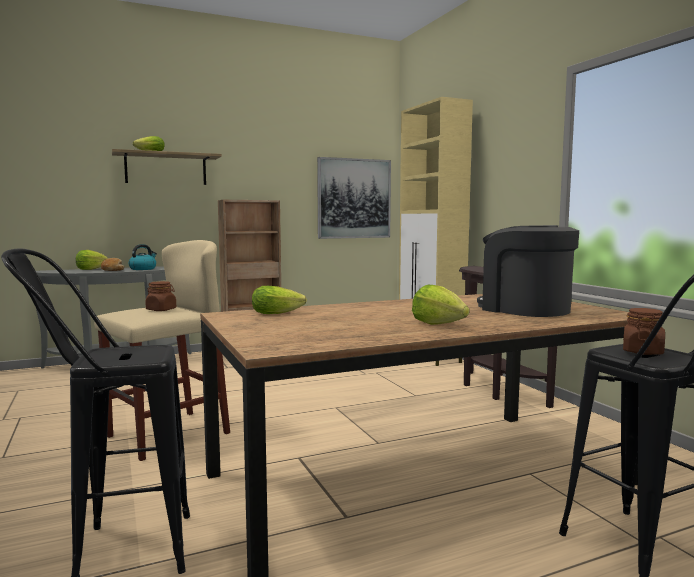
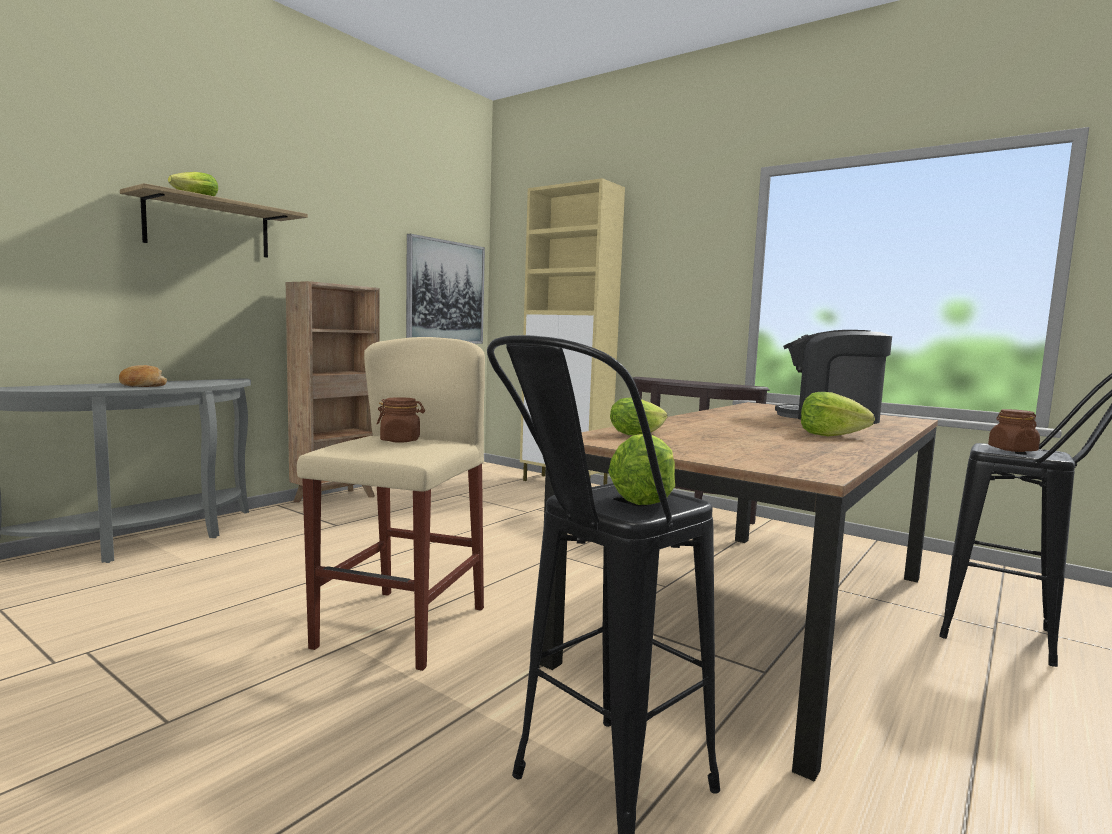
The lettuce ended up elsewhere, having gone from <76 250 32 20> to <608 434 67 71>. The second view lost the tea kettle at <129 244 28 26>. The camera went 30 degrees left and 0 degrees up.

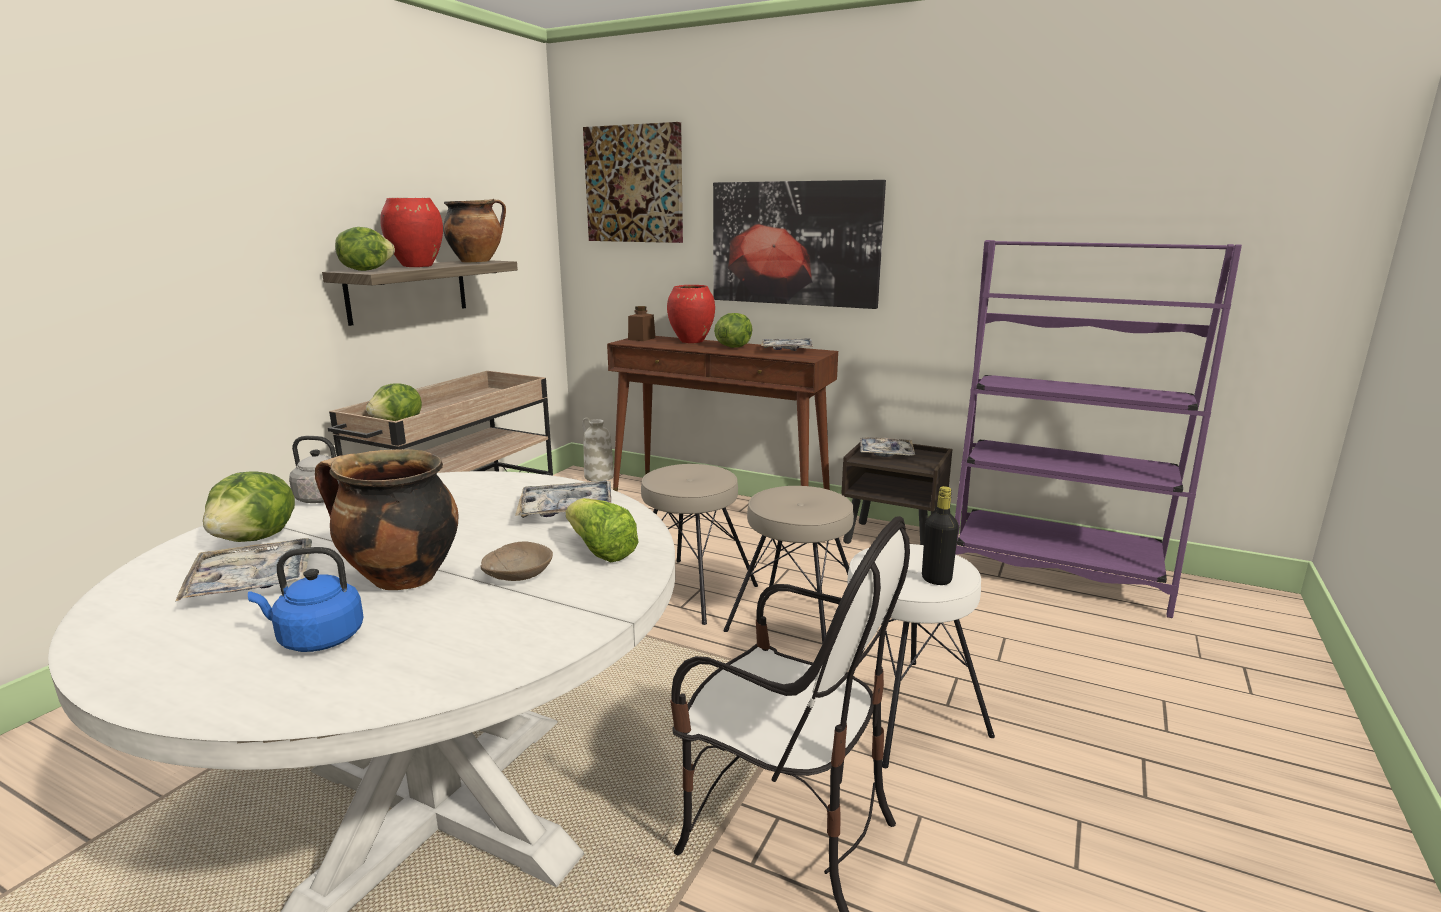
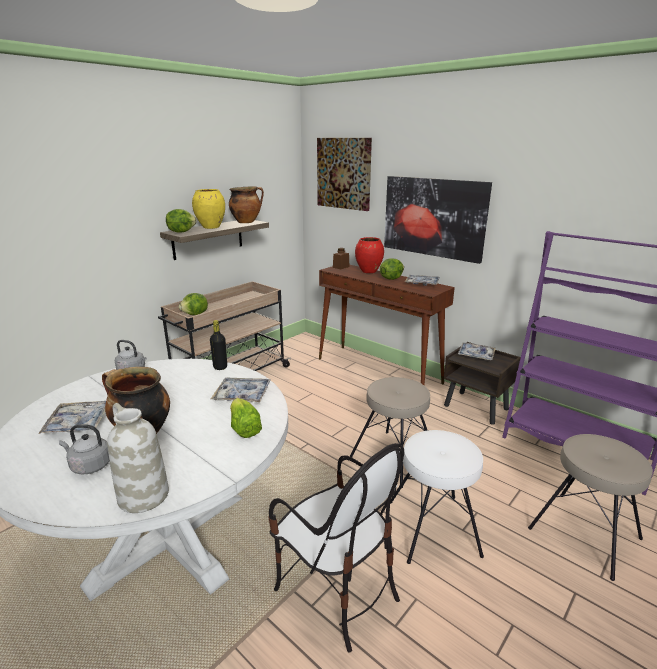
What was the blue-coloured tea kettle at <248 547 116 105> turned into the greyish tea kettle at <59 425 51 49>. The white-coloured flower vase ended up elsewhere, having gone from <582 417 32 65> to <107 403 62 110>. What was the red-coloured flower vase at <380 198 63 69> turned into the yellow flower vase at <192 189 33 40>. The black beverage bottle ended up elsewhere, having gone from <922 486 37 99> to <210 320 17 50>. The beige-coloured stool seat ended up elsewhere, having gone from <641 464 117 161> to <528 434 125 147>. The second view lost the lettuce at <203 471 92 71>. The second view lost the beige-coloured deep dish at <480 542 73 39>. The camera went 15 degrees right and 5 degrees up.

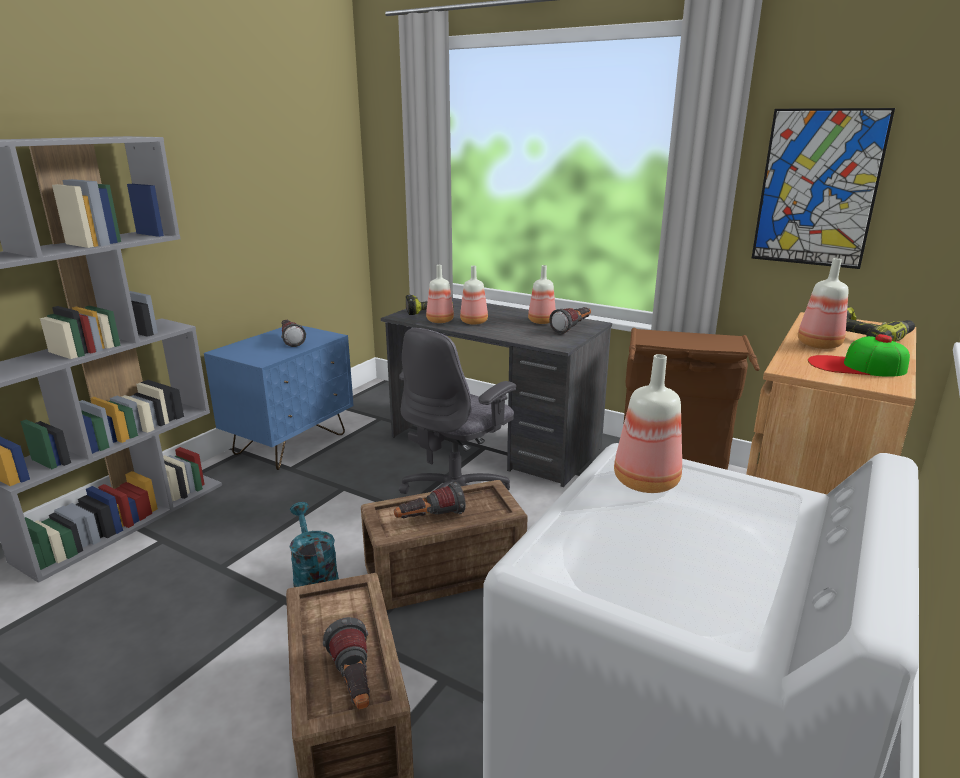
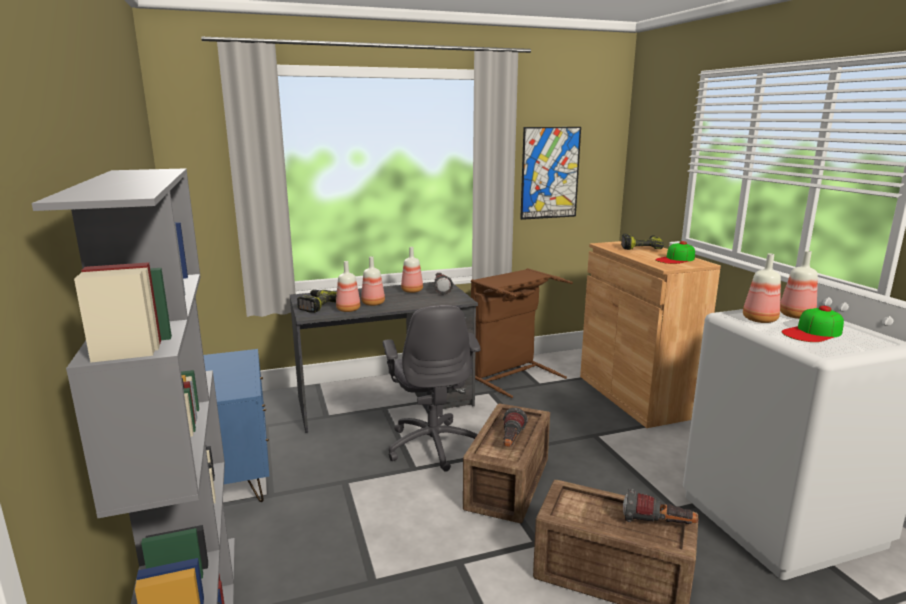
The beverage bottle ended up elsewhere, having gone from <798 258 51 91> to <780 251 38 68>. The second view gained the baseball cap at <782 306 62 36>. The second view lost the torch at <281 320 25 27>. The second view lost the turquoise-coloured watering can at <290 502 49 85>. The camera went 50 degrees left and 5 degrees down.

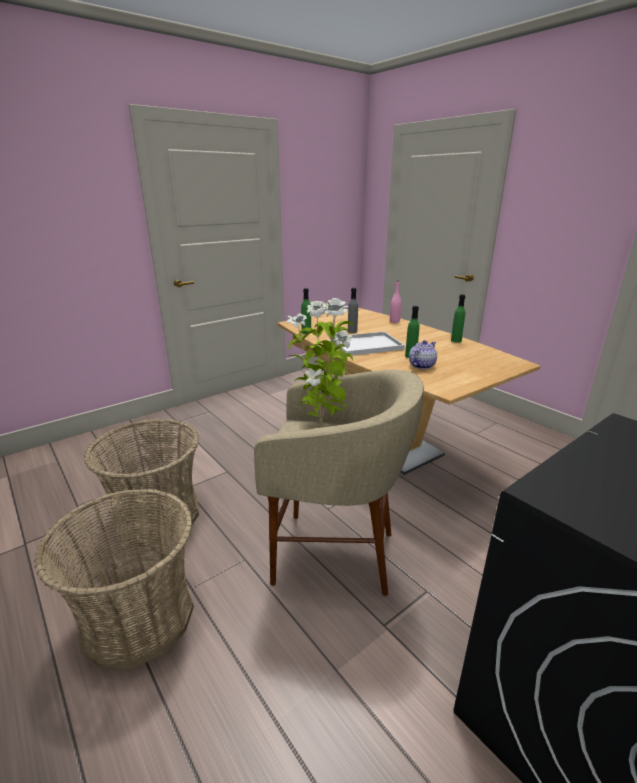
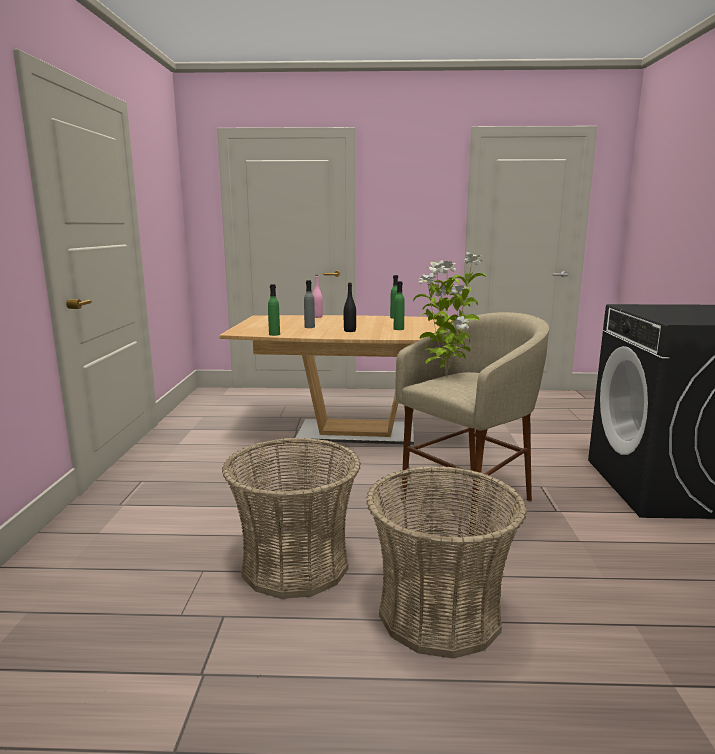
Where the white-coloured carrying tray stood at <330 331 75 24>, the black beverage bottle came to stand at <344 282 12 50>. The second view lost the pot for tea at <409 340 28 29>. The camera went 50 degrees left and 10 degrees down.

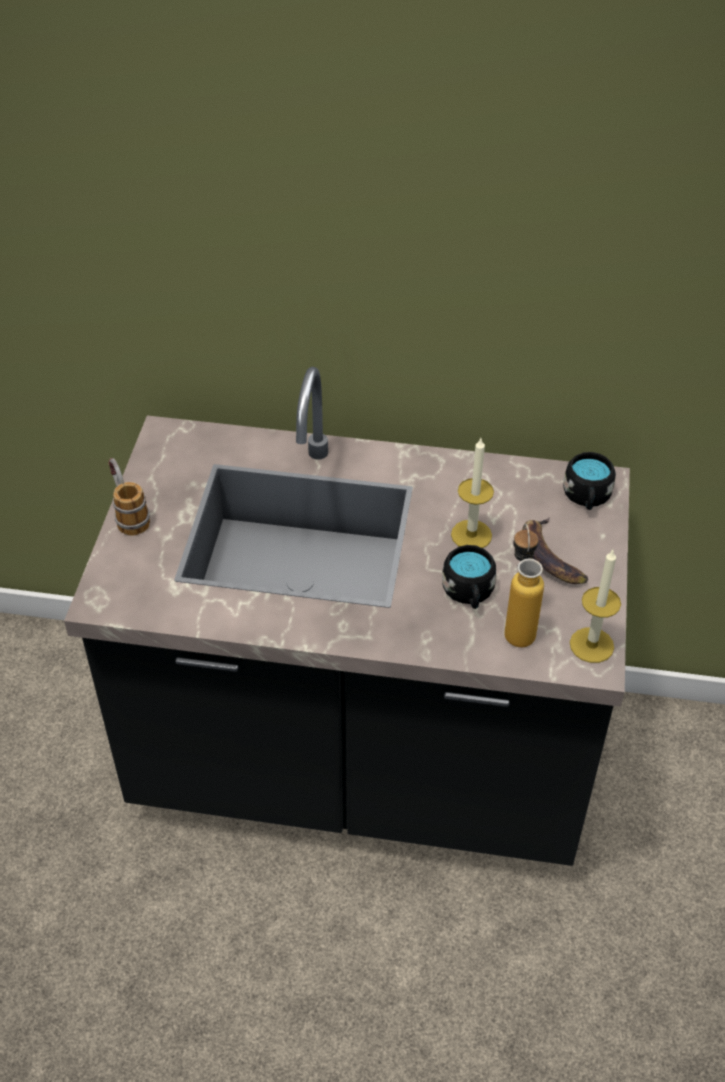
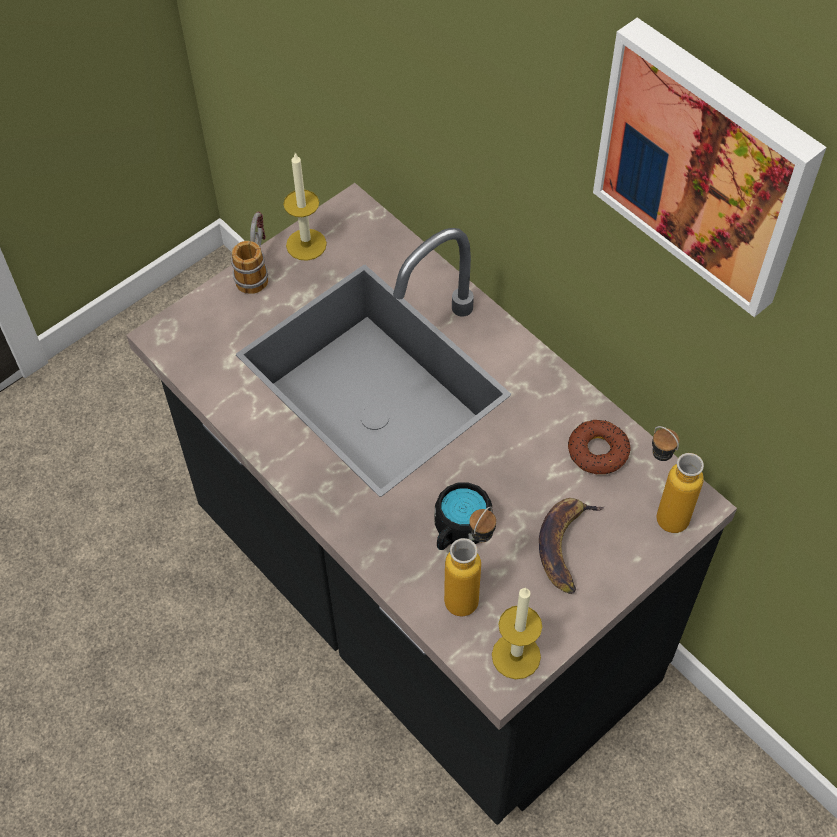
The wax light ended up elsewhere, having gone from <451 438 43 110> to <283 153 44 108>. The second view gained the doughnut at <568 420 63 54>. The second view gained the wall art at <593 17 234 300>. Where the black tea mug stood at <563 452 53 58>, the beverage bottle came to stand at <652 426 52 107>. The camera went 40 degrees right and 10 degrees up.

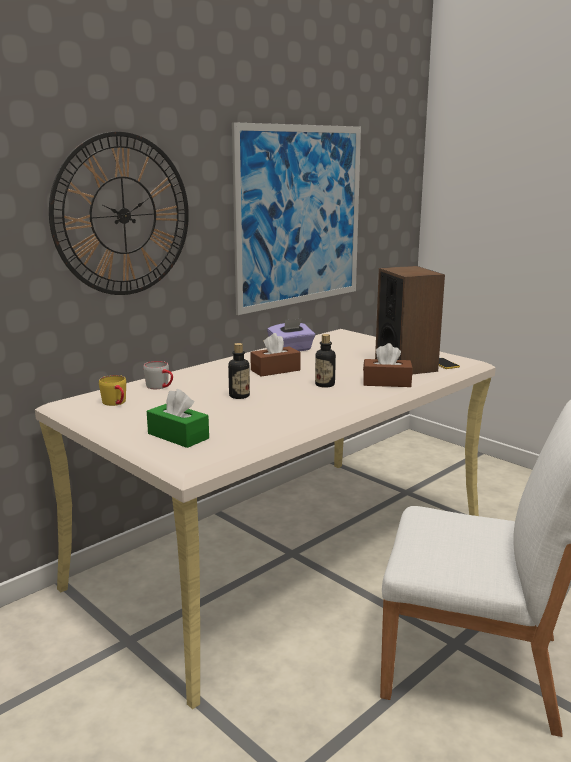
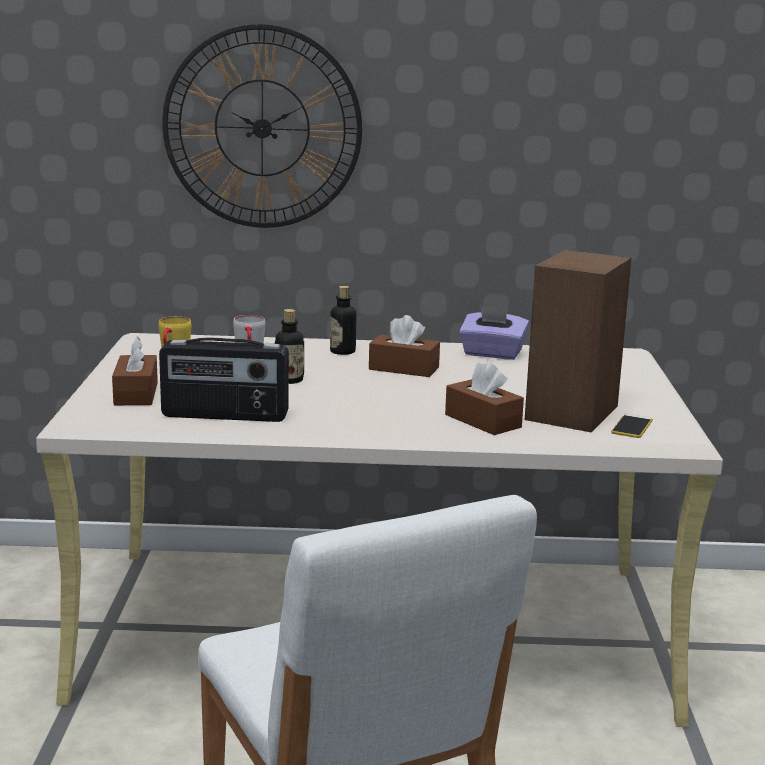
What was the green tissue holder at <147 389 62 59> turned into the brownish tissue holder at <112 337 46 68>. The second view gained the radio at <159 338 130 84>. The beverage bottle ended up elsewhere, having gone from <315 334 21 54> to <330 286 26 69>. The second view lost the wall art at <232 122 129 193>. The camera went 45 degrees right and 0 degrees up.

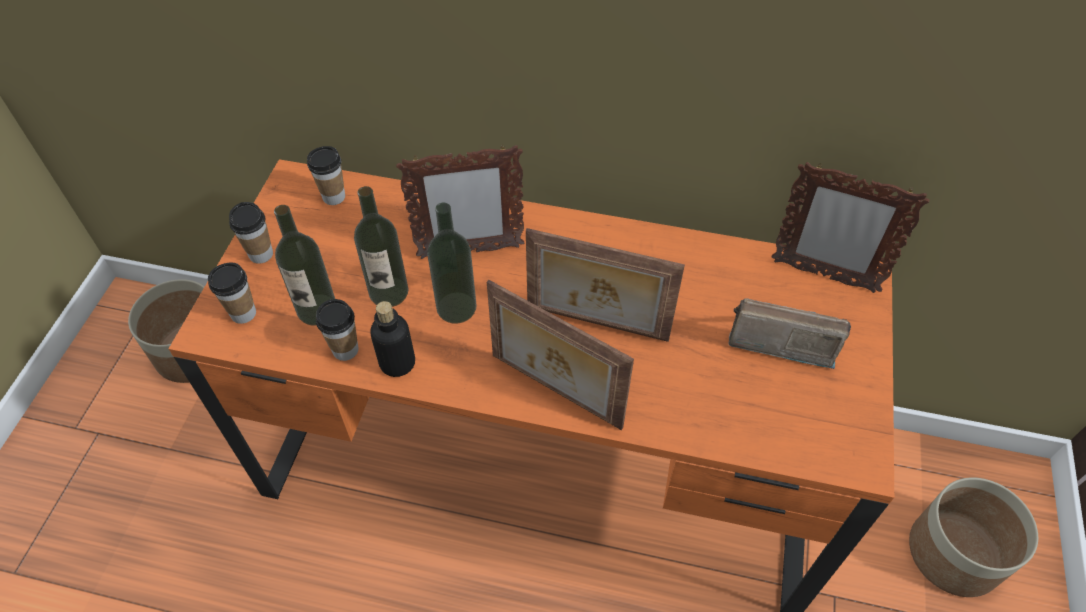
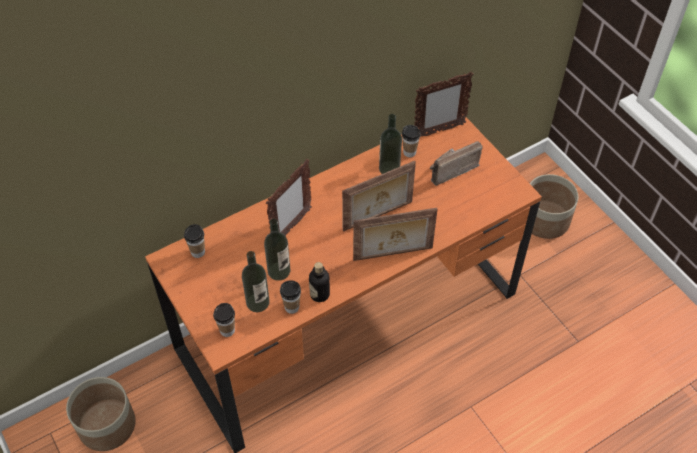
The beverage bottle ended up elsewhere, having gone from <427 203 49 121> to <379 114 23 60>. The small cup ended up elsewhere, having gone from <229 202 44 62> to <402 125 19 32>. The camera went 45 degrees left and 0 degrees up.

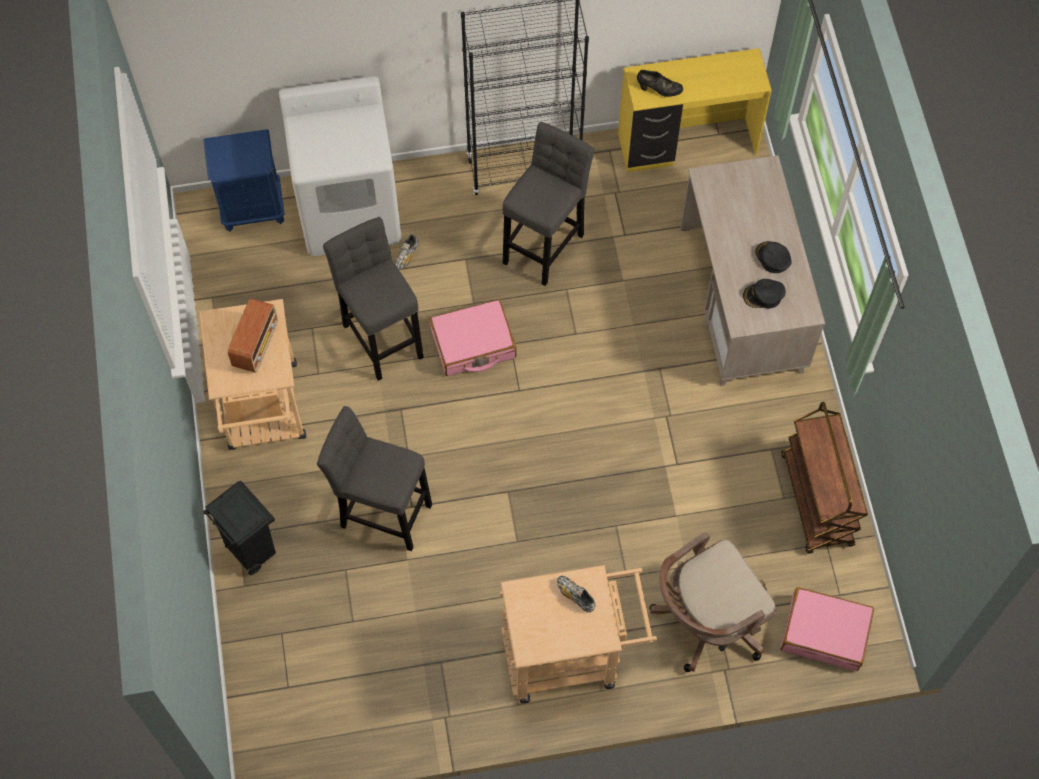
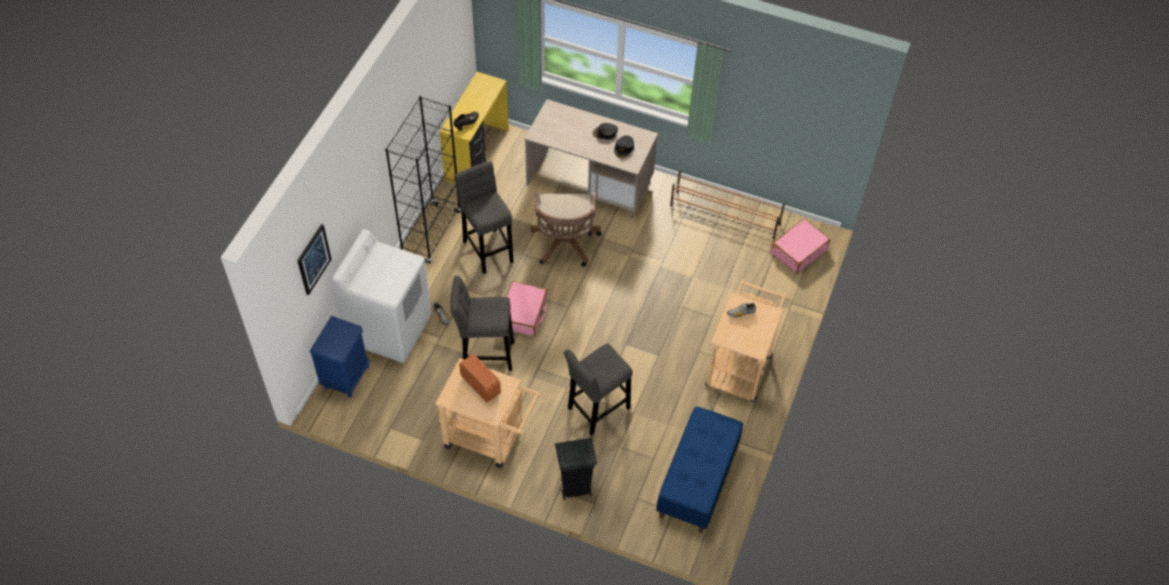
The second view gained the wall art at <297 224 35 71>. The brownish computer chair ended up elsewhere, having gone from <649 532 127 140> to <530 192 71 75>. The second view gained the blue-coloured bench at <656 406 87 127>. Where the brownish cart stood at <781 402 87 152>, the brownish shoe stand came to stand at <670 170 115 69>. The camera went 60 degrees left and 10 degrees down.

